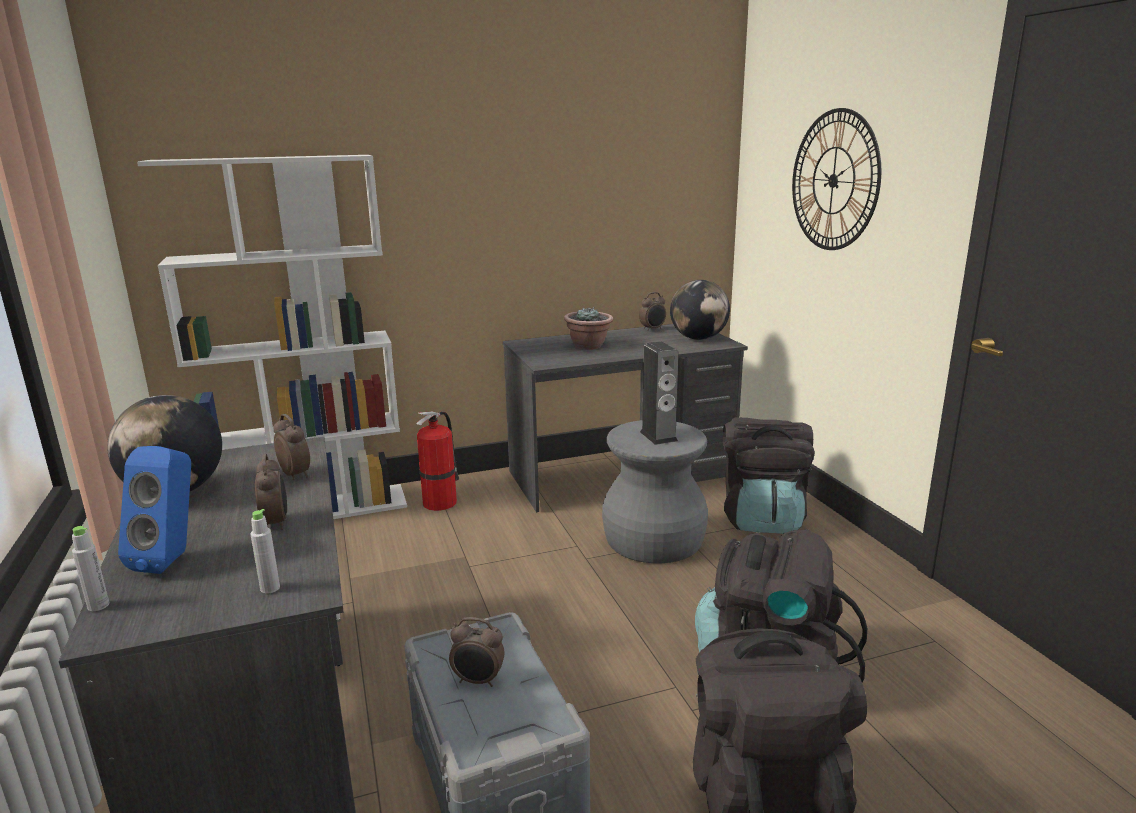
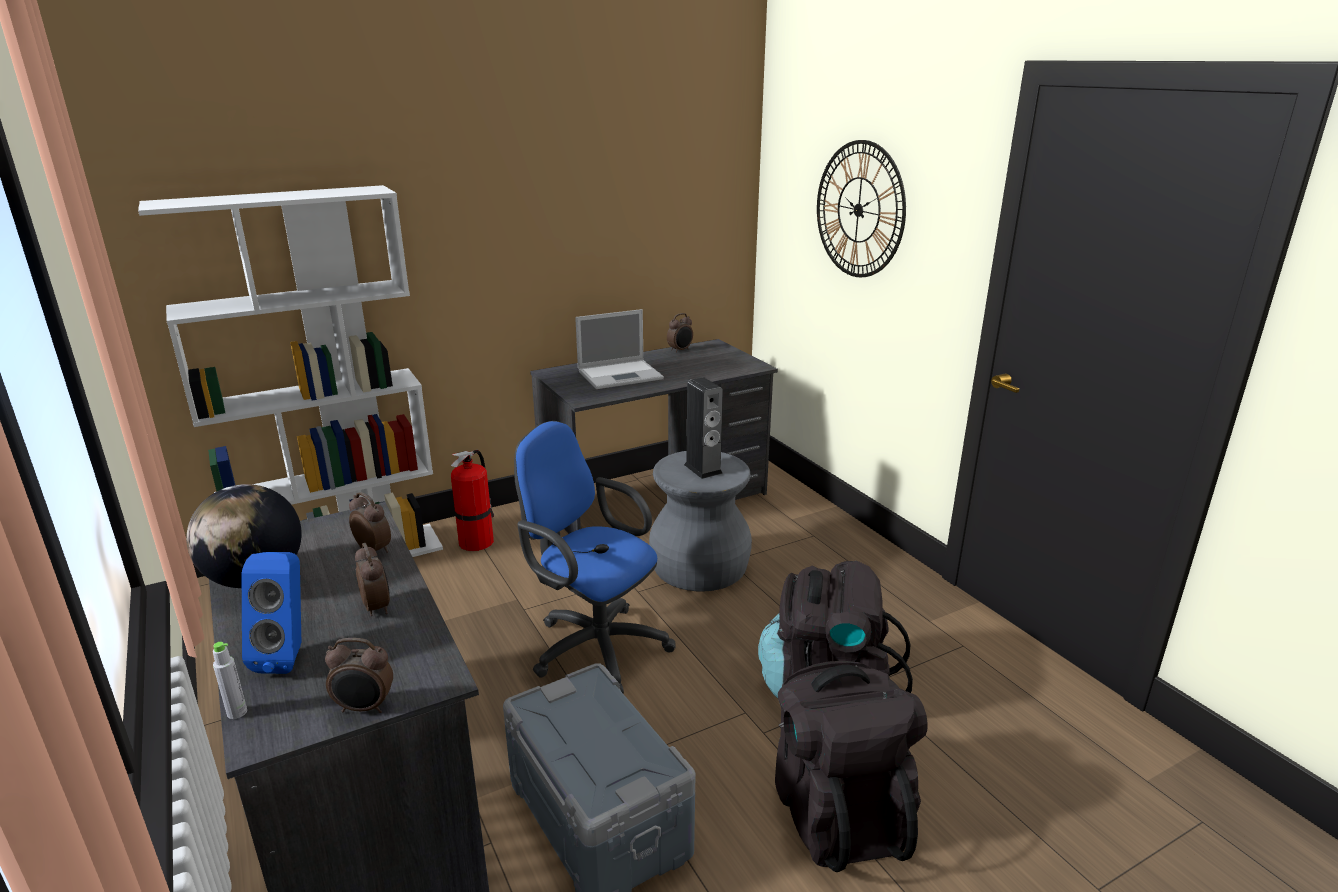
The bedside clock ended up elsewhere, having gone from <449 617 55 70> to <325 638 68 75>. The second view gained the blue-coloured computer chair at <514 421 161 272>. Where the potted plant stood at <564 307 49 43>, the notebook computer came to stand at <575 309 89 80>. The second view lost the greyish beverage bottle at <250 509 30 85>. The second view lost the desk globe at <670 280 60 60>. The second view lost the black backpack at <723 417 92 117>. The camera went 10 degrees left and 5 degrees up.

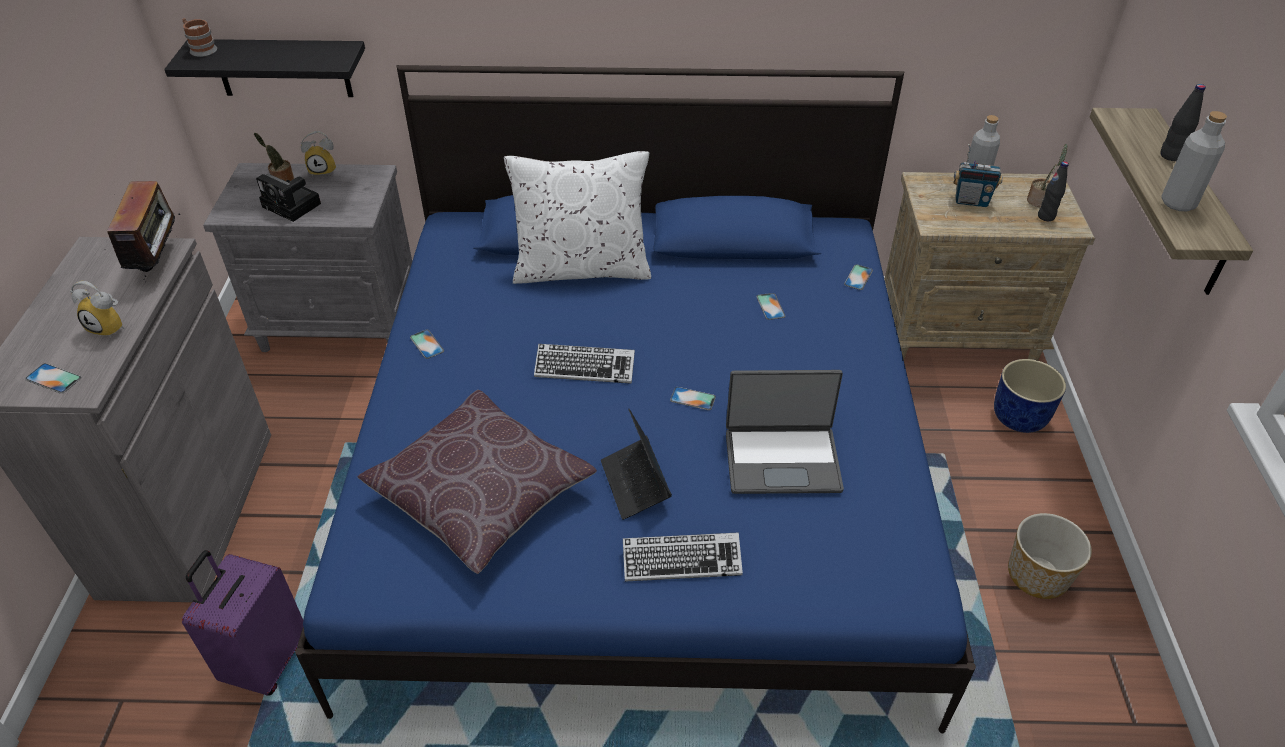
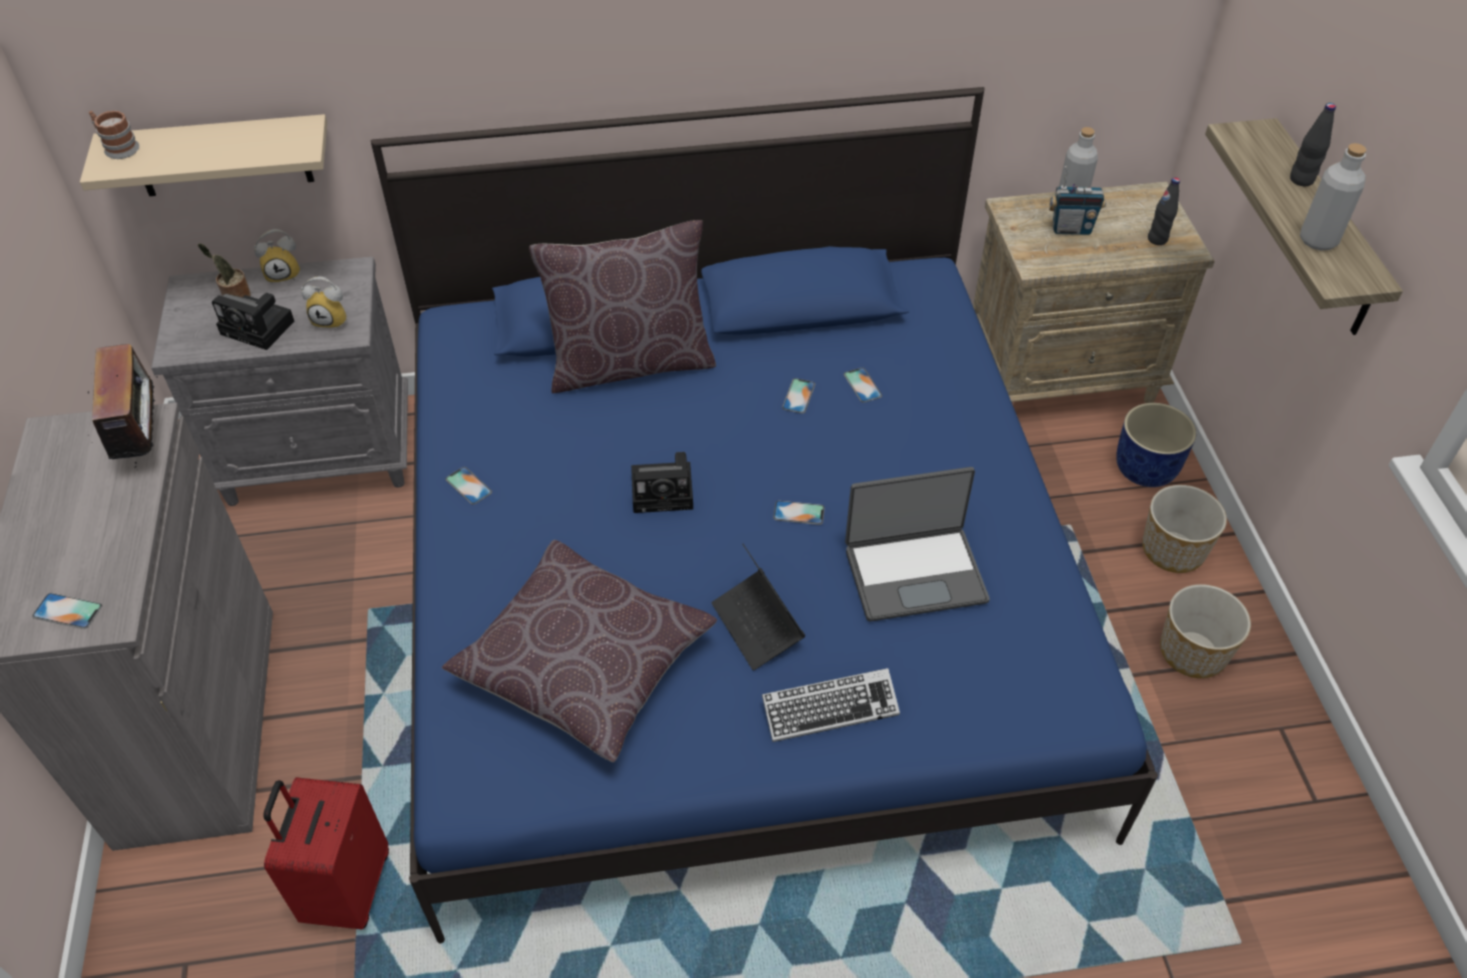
What was the black bracket shelf at <164 39 201 58> turned into the beige-coloured bracket shelf at <80 114 247 82>. What was the purplish travel case at <182 550 121 146> turned into the red-coloured travel case at <263 777 126 153>. The bedside clock ended up elsewhere, having gone from <70 281 55 57> to <301 276 46 53>. What was the white-coloured cushion at <504 151 147 133> turned into the brownish cushion at <529 220 187 173>. Where the PC keyboard stood at <534 344 101 40>, the still camera came to stand at <631 452 62 61>. The telephone ended up elsewhere, having gone from <844 264 29 26> to <782 378 33 36>. The second view gained the plant pot at <1142 485 85 88>. The second view lost the potted plant at <1027 144 41 63>. The camera went 10 degrees left and 5 degrees up.

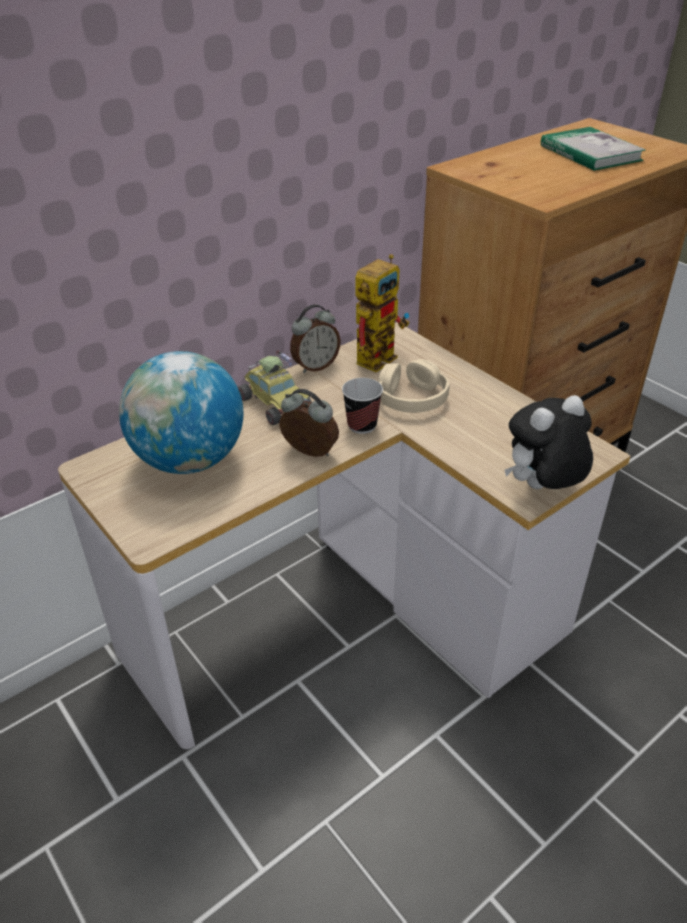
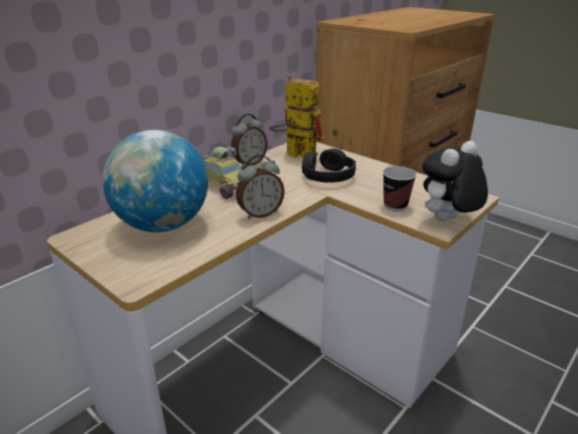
The bedside clock at <279 389 60 68> ended up facing another way, 135 degrees clockwise from before. The robot figure at <356 254 53 118> ended up facing another way, 90 degrees counterclockwise from before. What was the beige-coloured pair of headphones at <378 359 71 54> turned into the black pair of headphones at <302 149 54 34>. The small cup ended up elsewhere, having gone from <342 378 41 56> to <383 166 34 45>. The second view lost the volume at <541 127 105 44>. The camera went 10 degrees left and 10 degrees down.

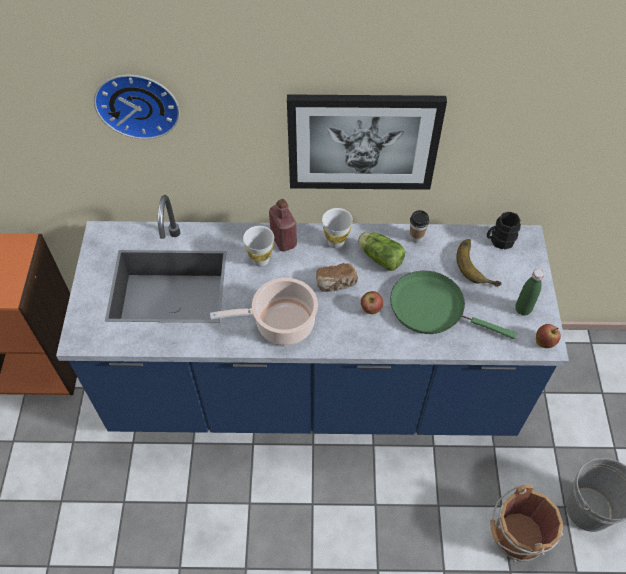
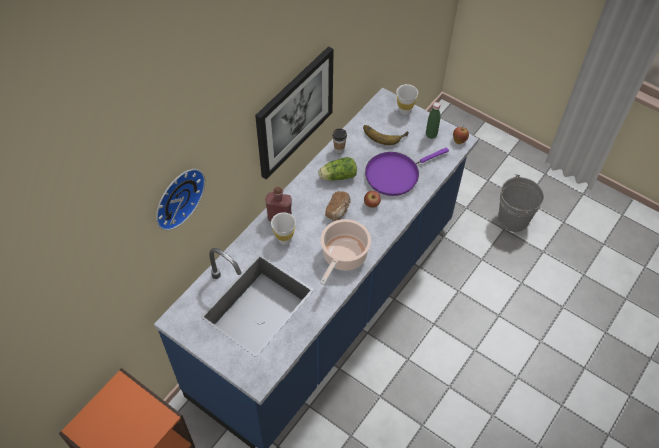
What was the green skillet at <390 271 127 68> turned into the purplish skillet at <365 148 84 48>. The white-coloured small cup ended up elsewhere, having gone from <322 208 31 41> to <396 84 22 31>. The second view lost the black tea mug at <487 212 34 38>. The second view lost the brownish pail at <491 485 72 77>. The camera went 55 degrees left and 0 degrees up.

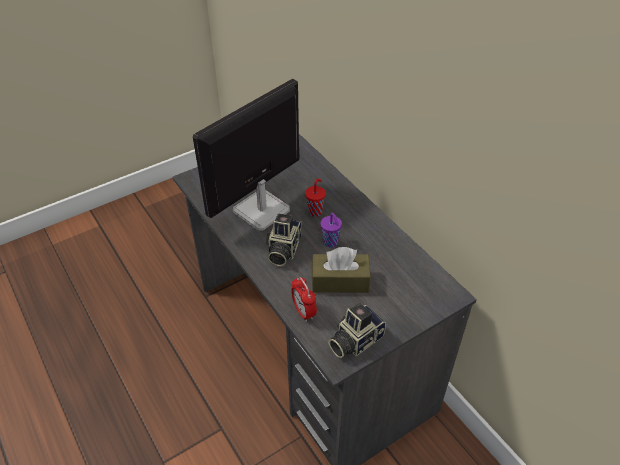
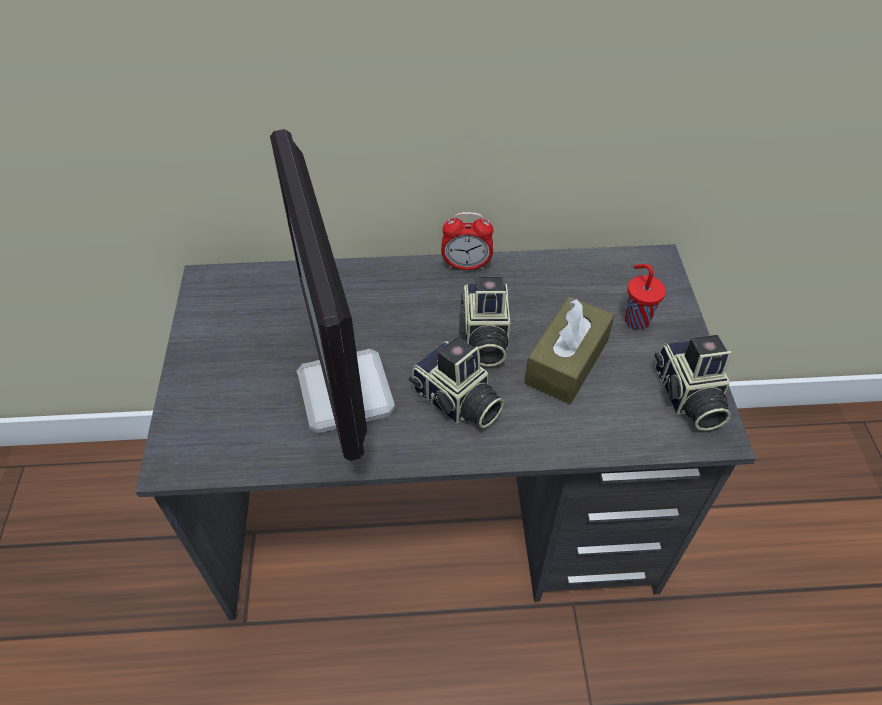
The bedside clock ended up elsewhere, having gone from <291 277 26 45> to <441 212 52 58>. Where the purplish small cup stood at <321 213 21 35>, the still camera came to stand at <459 277 51 90>. The red-coloured small cup ended up elsewhere, having gone from <305 179 21 38> to <625 264 41 66>. The camera went 60 degrees left and 5 degrees up.

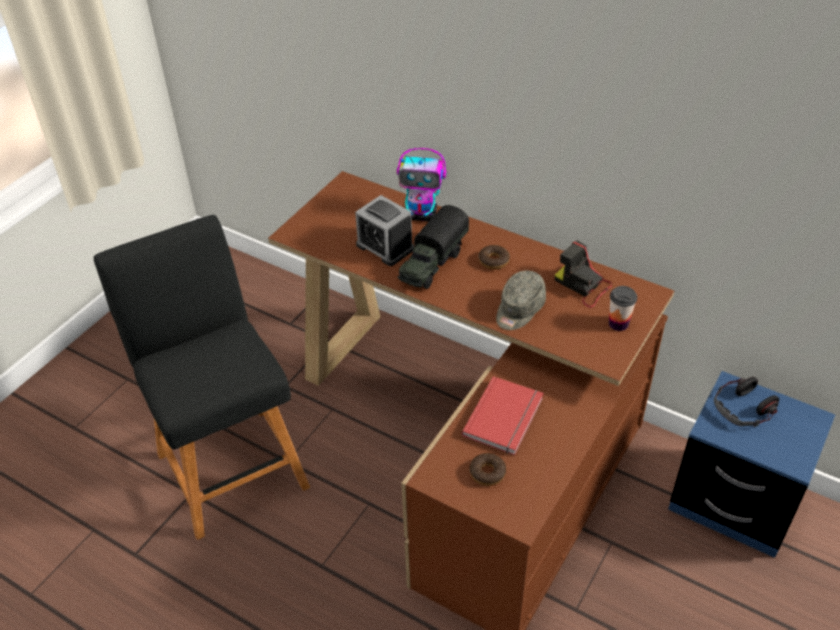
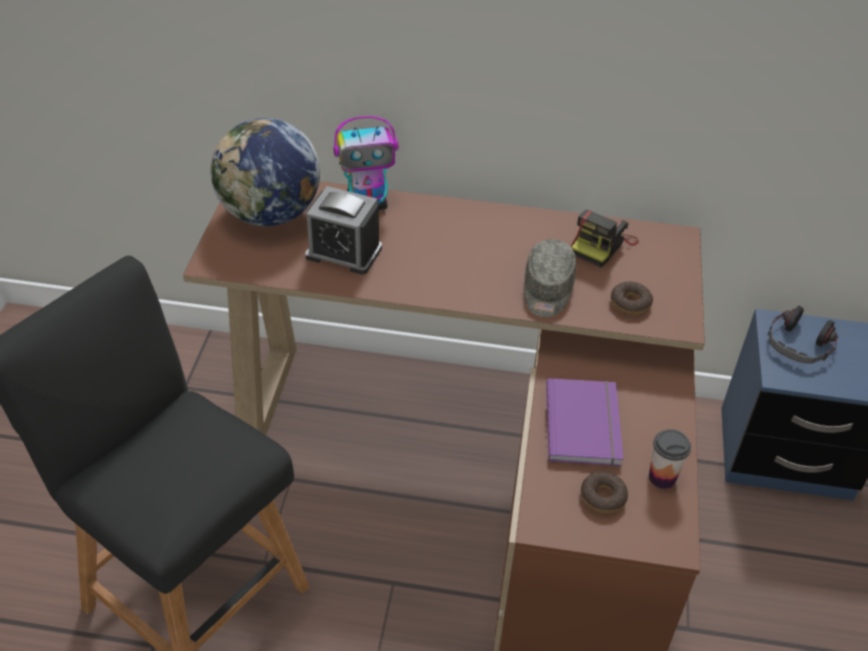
The second view gained the desk globe at <211 118 109 108>. What was the red-coloured volume at <462 376 82 79> turned into the purplish volume at <546 378 78 88>. The still camera at <555 240 57 68> ended up facing another way, 75 degrees counterclockwise from before. The doughnut ended up elsewhere, having gone from <478 245 32 24> to <611 282 42 33>. The small cup ended up elsewhere, having gone from <609 286 28 45> to <649 429 42 60>. The second view lost the toy truck at <398 205 71 84>. The camera went 25 degrees left and 0 degrees up.

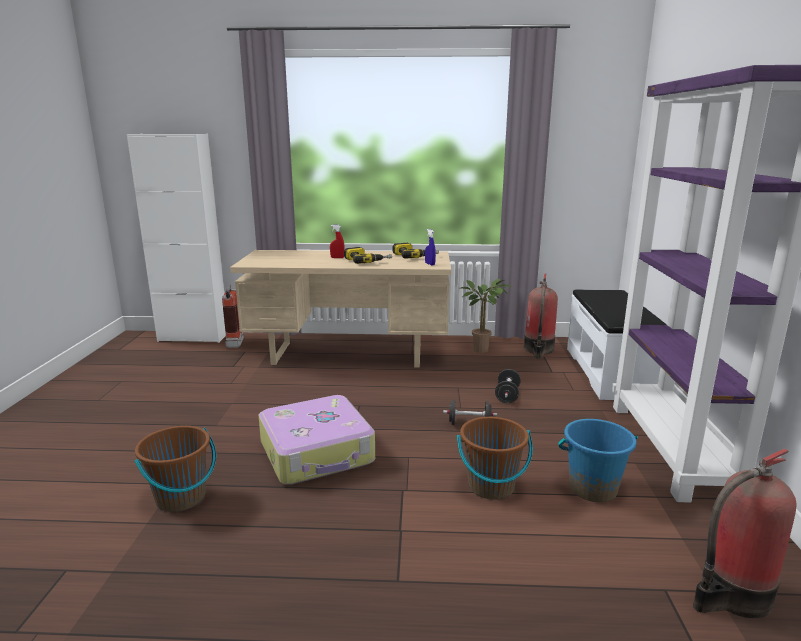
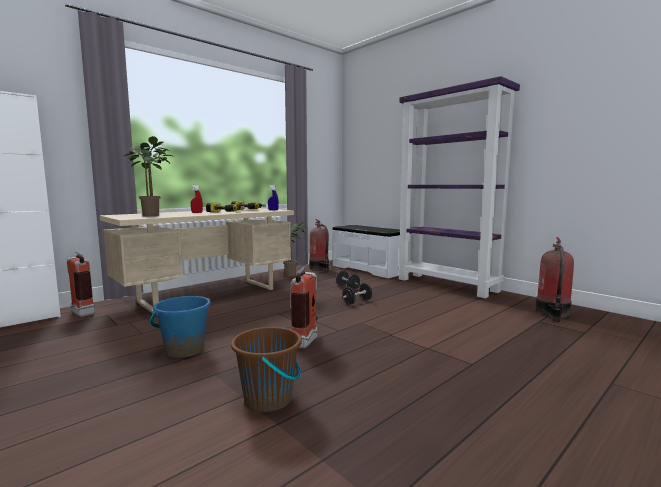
The second view gained the potted plant at <124 136 48 80>. The blue-coloured pail ended up elsewhere, having gone from <558 419 80 83> to <150 296 60 62>. Where the travel case stood at <259 395 116 90>, the fire-fighting cylinder came to stand at <291 266 27 82>. The second view lost the brownish pail at <457 417 76 83>. The camera went 45 degrees left and 10 degrees down.

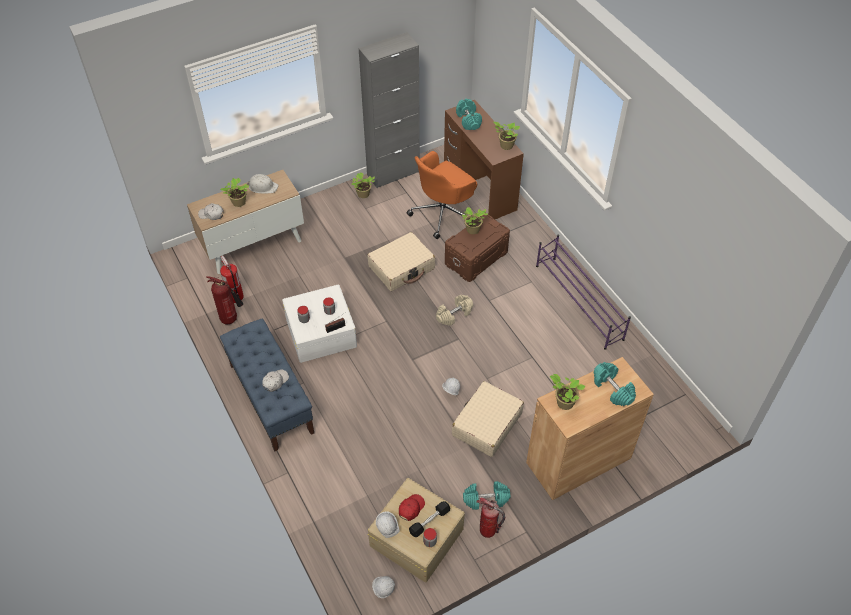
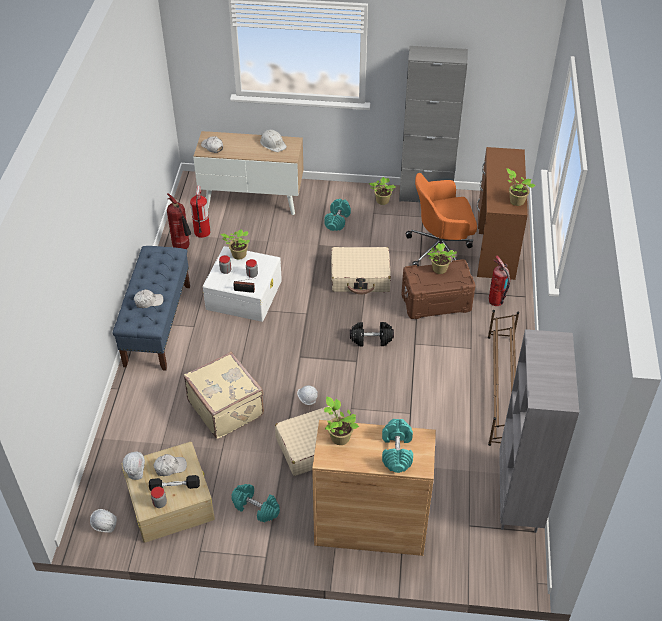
What was the red-coloured baseball cap at <399 494 26 27> turned into the white-coloured baseball cap at <153 454 34 22>. The second view gained the beige-coloured travel case at <184 352 80 87>. The potted plant ended up elsewhere, having gone from <220 178 29 29> to <221 229 29 31>. The turquoise-coloured dumbbell ended up elsewhere, having gone from <456 99 26 31> to <324 199 27 32>. What was the beige-coloured dumbbell at <436 295 37 31> turned into the black dumbbell at <350 322 44 24>. What was the purplish shoe stand at <536 235 95 115> turned into the brownish shoe stand at <488 310 31 136>. The fire-fighting cylinder ended up elsewhere, having gone from <476 497 29 41> to <489 255 21 51>. The second view gained the greyish shelving unit at <499 329 80 204>. The camera went 35 degrees right and 5 degrees down.

